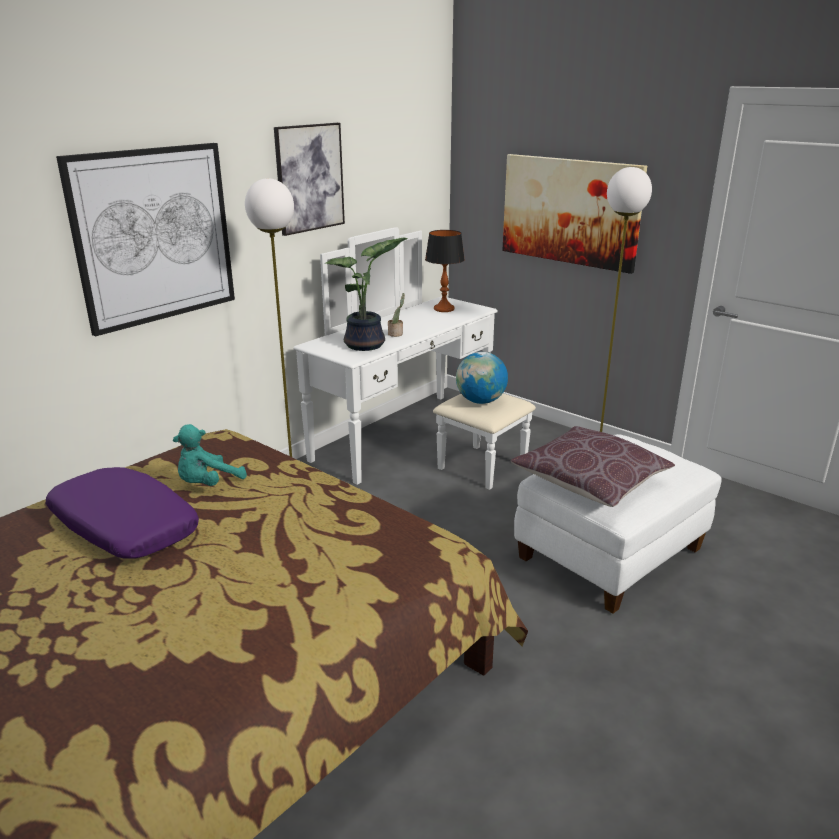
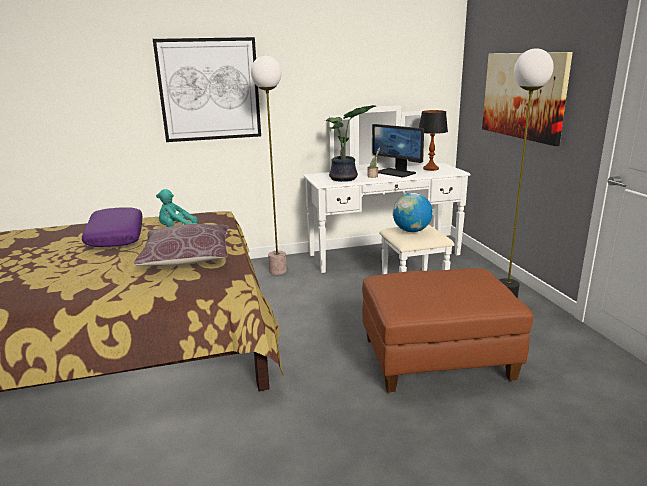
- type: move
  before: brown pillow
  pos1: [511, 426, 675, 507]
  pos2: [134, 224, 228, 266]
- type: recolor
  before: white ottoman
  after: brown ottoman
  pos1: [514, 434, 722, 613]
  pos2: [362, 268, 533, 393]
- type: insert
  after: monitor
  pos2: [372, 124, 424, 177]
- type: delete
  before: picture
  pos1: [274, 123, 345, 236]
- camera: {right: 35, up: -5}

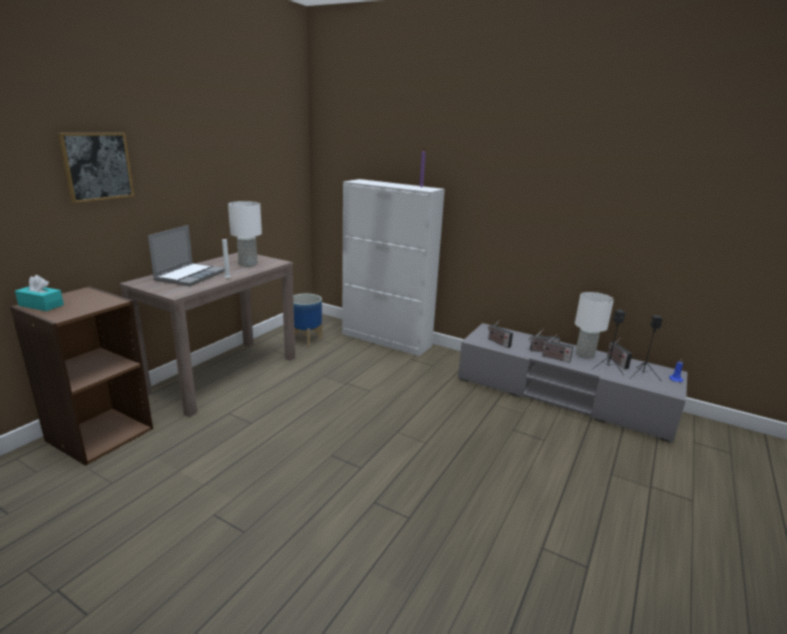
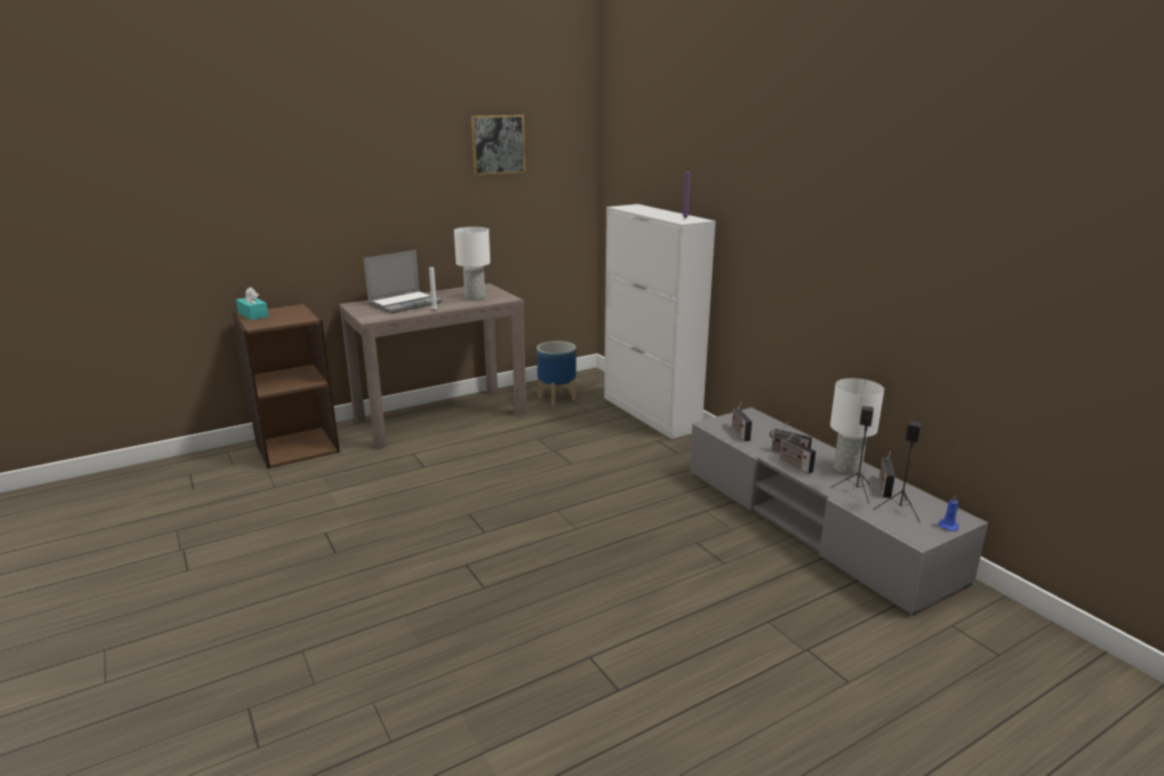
- type: move
  before: picture
  pos1: [58, 133, 134, 203]
  pos2: [471, 115, 526, 176]
- camera: {right: 30, up: 0}

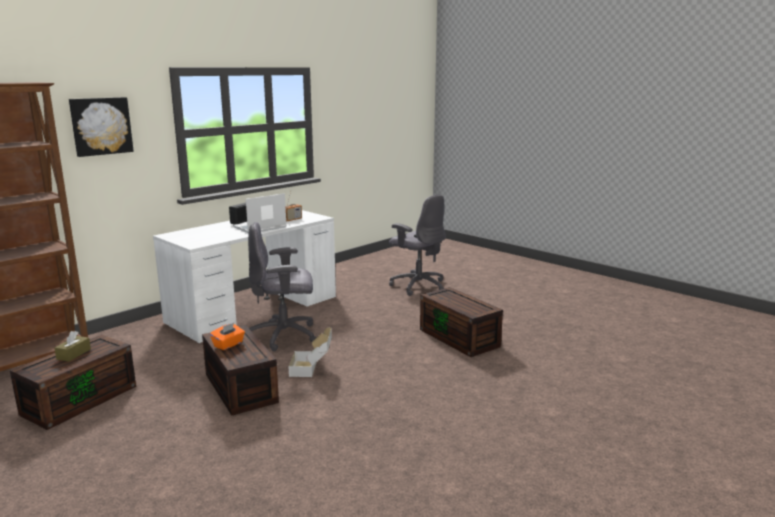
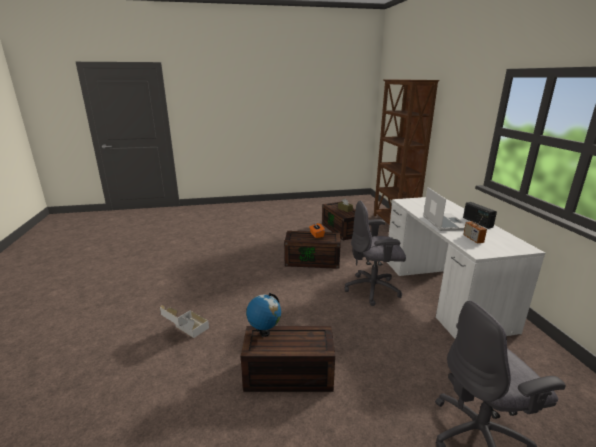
- type: move
  before: cardboard box
  pos1: [288, 327, 332, 377]
  pos2: [160, 305, 209, 338]
- type: insert
  after: globe
  pos2: [246, 293, 281, 337]
- type: rotate
  before: grey office chair
  pos1: [248, 222, 317, 351]
  pos2: [345, 200, 406, 306]
  turn: -120
- type: delete
  before: picture
  pos1: [69, 97, 134, 157]
- camera: {right: 125, up: 5}

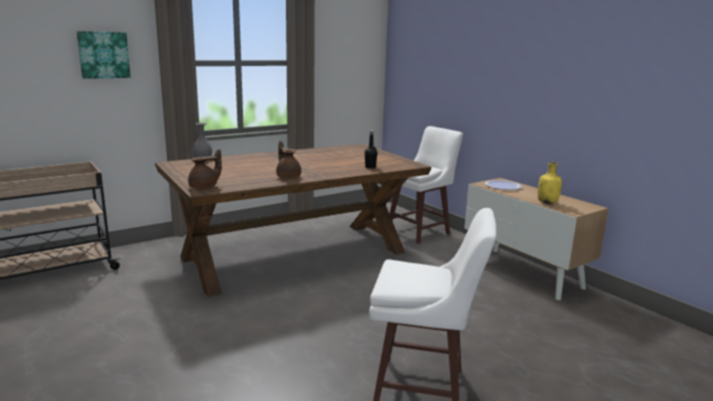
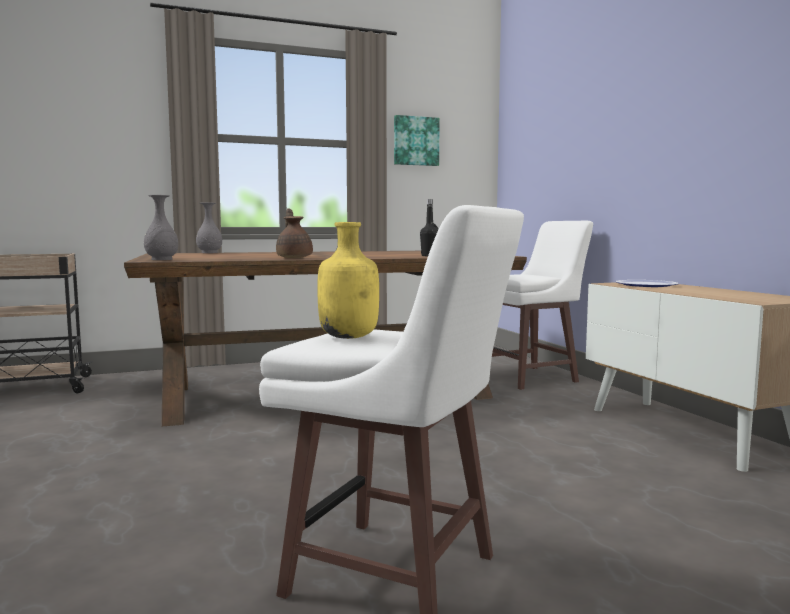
- type: replace
  before: brown teapot
  after: grey vase
  pos1: [188, 149, 222, 189]
  pos2: [144, 195, 178, 260]
- type: move
  before: yellow bottle
  pos1: [538, 163, 562, 204]
  pos2: [317, 222, 379, 339]
- type: move
  before: picture
  pos1: [77, 31, 131, 79]
  pos2: [394, 115, 440, 166]
- camera: {right: 15, up: -10}

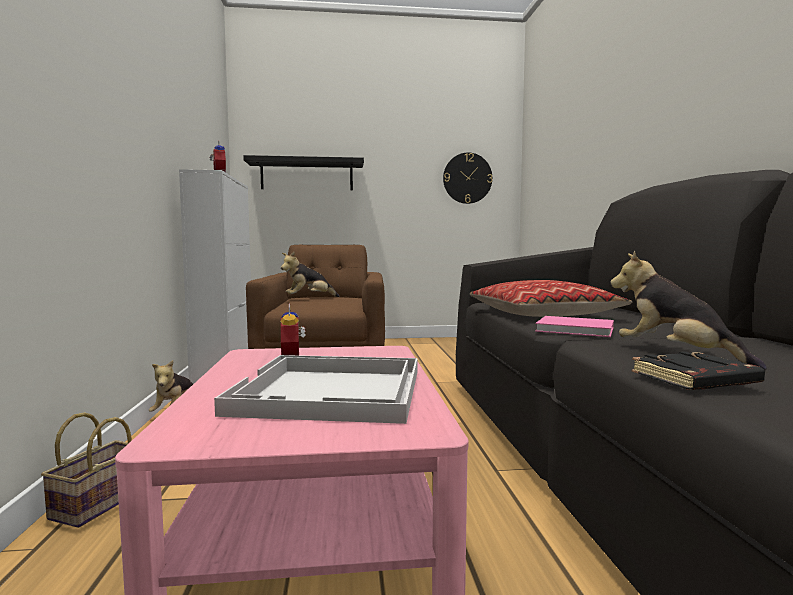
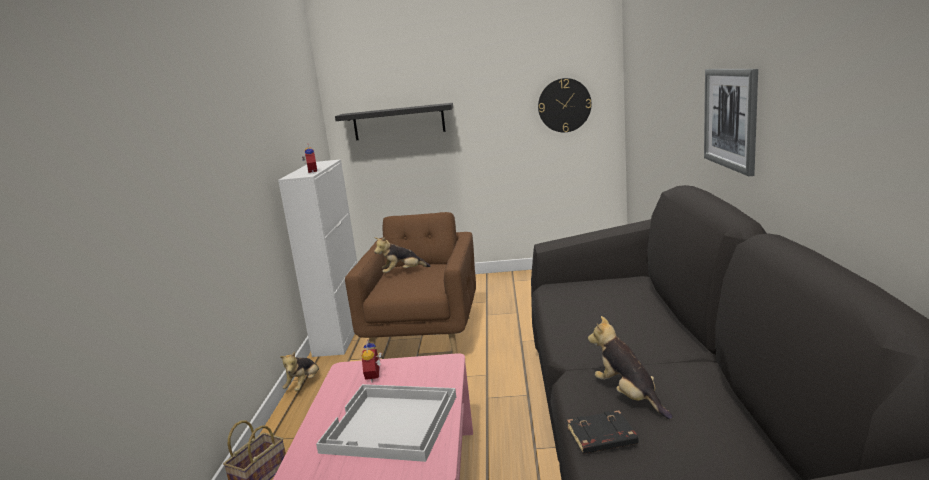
- type: insert
  after: picture
  pos2: [704, 69, 758, 176]
- type: delete
  before: pillow
  pos1: [470, 280, 632, 317]
- type: delete
  before: pink book
  pos1: [535, 316, 614, 337]
- camera: {right: 10, up: 10}

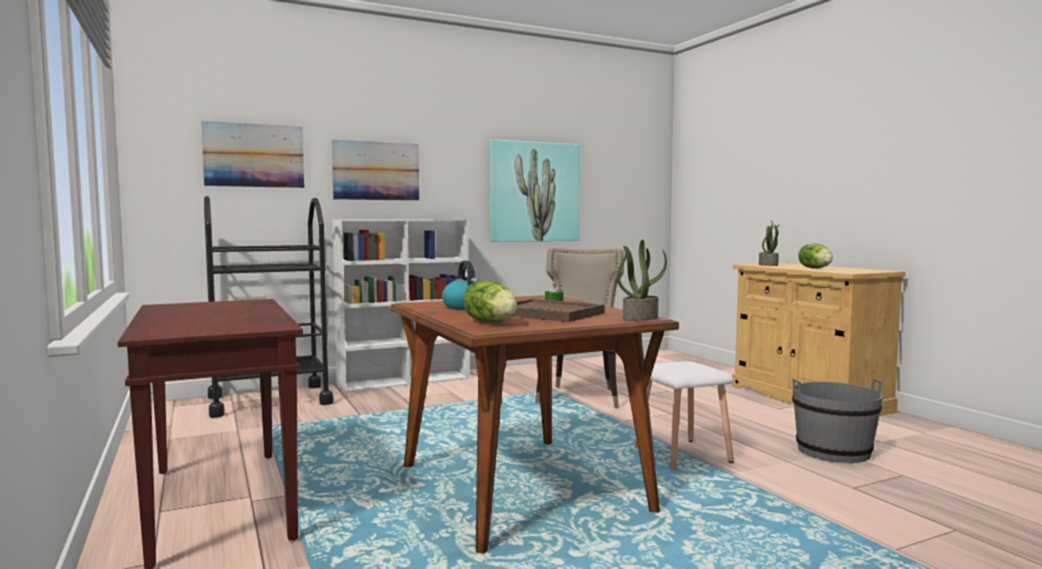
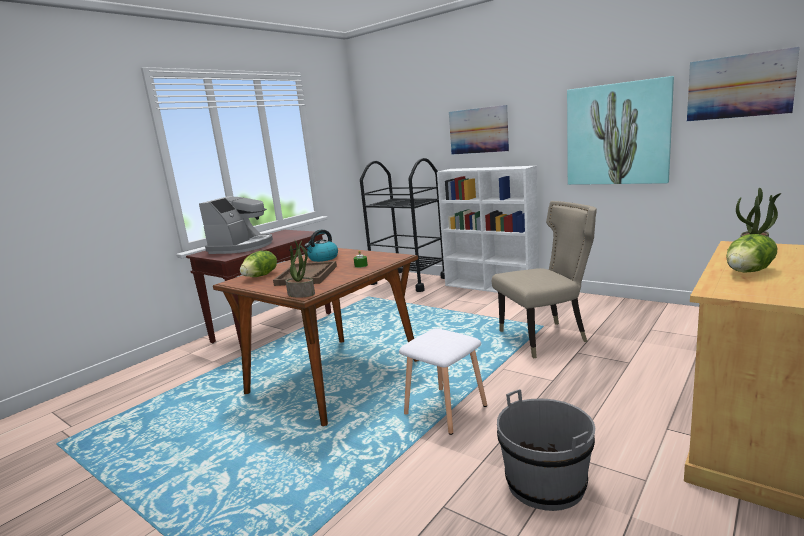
- type: insert
  after: coffee machine
  pos2: [199, 196, 273, 254]
- type: move
  before: picture
  pos1: [201, 121, 304, 188]
  pos2: [687, 47, 800, 121]
- camera: {right: 65, up: 10}

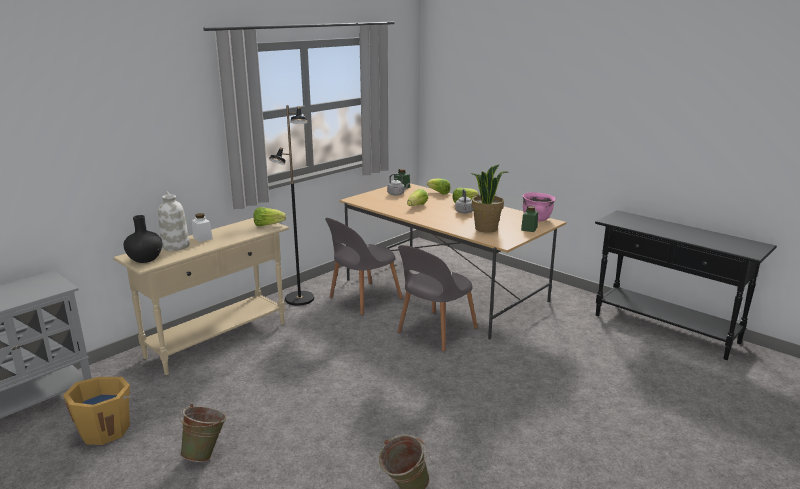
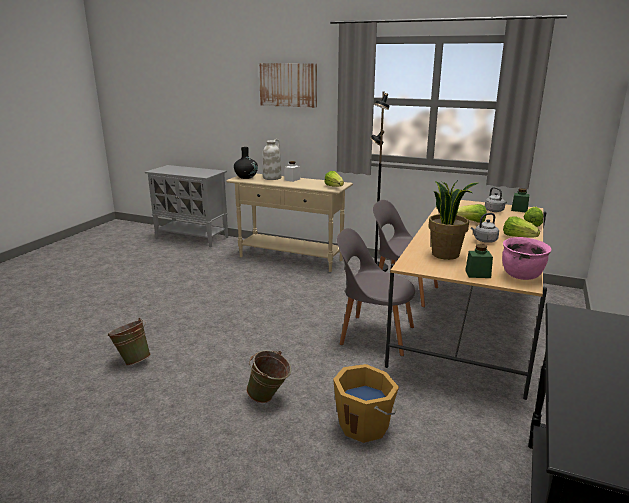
- type: move
  before: green bucket
  pos1: [179, 404, 227, 462]
  pos2: [246, 350, 291, 403]
- type: insert
  after: picture
  pos2: [259, 63, 317, 108]
- type: move
  before: orange bucket
  pos1: [63, 377, 135, 445]
  pos2: [333, 364, 399, 443]
- camera: {right: 70, up: 0}

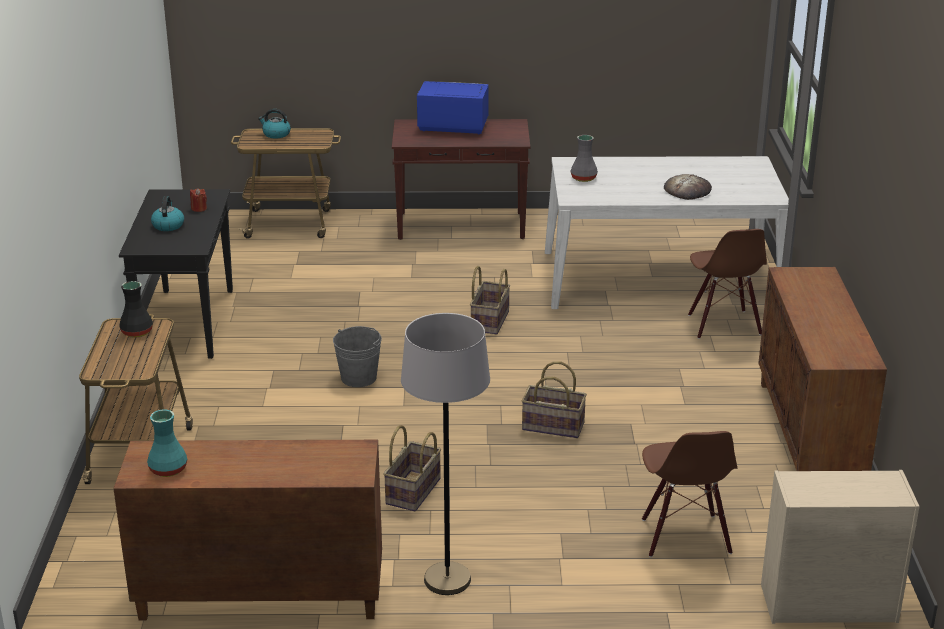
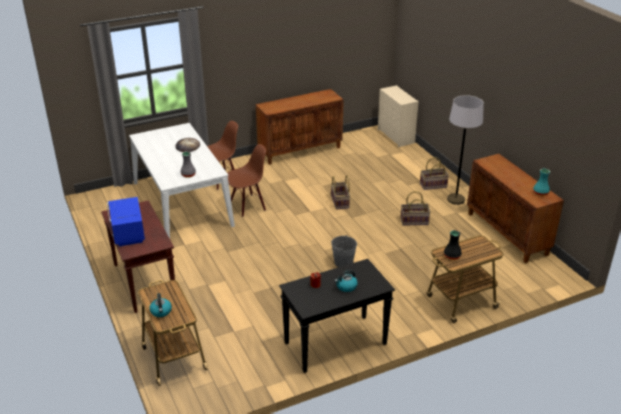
- type: move
  before: brown chair
  pos1: [642, 431, 738, 557]
  pos2: [227, 144, 266, 217]
- type: move
  before: basket
  pos1: [470, 266, 510, 334]
  pos2: [420, 157, 449, 190]
- camera: {right: -115, up: 5}

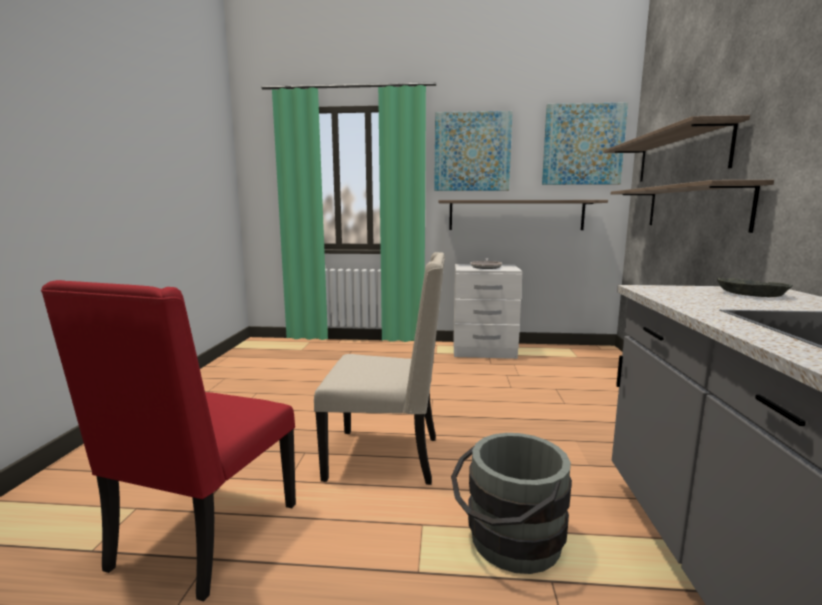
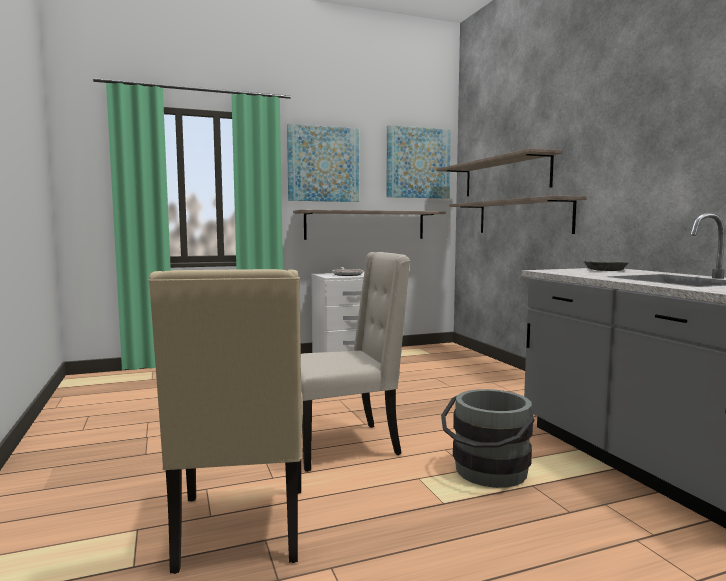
- type: recolor
  before: red chair
  after: beige chair
  pos1: [41, 280, 296, 601]
  pos2: [148, 269, 303, 574]
- camera: {right: -25, up: -5}

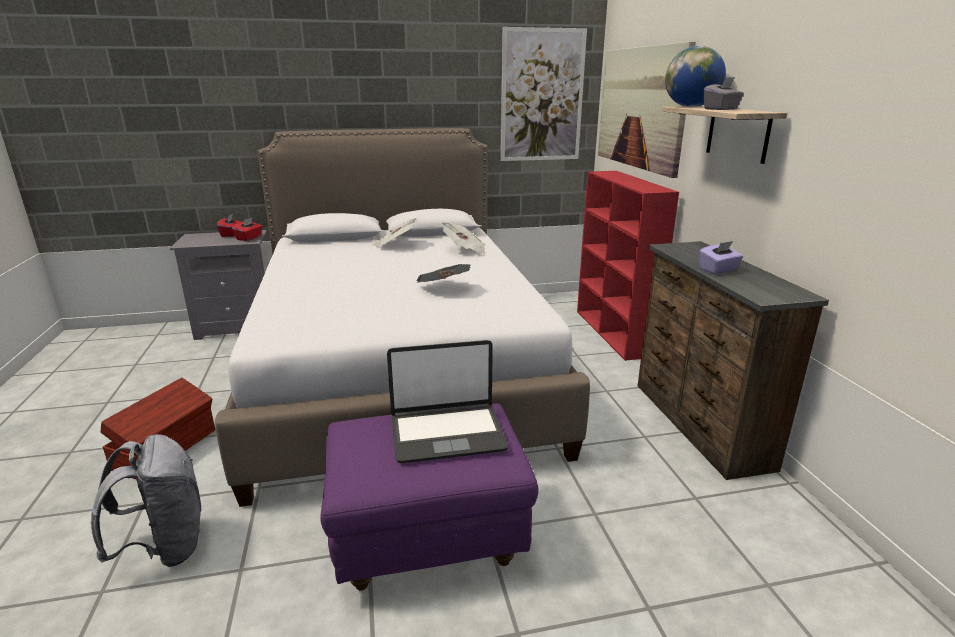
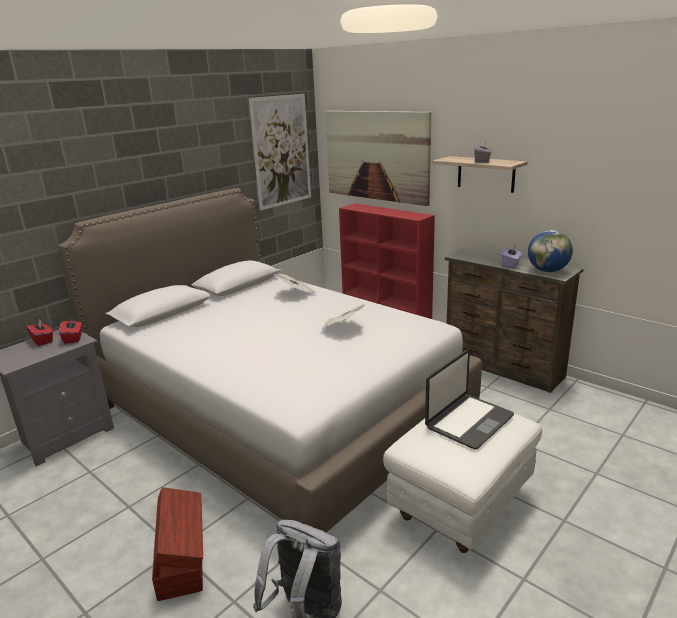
- type: recolor
  before: purple ottoman
  after: white ottoman
  pos1: [320, 404, 539, 591]
  pos2: [383, 414, 542, 553]
- type: move
  before: globe
  pos1: [665, 46, 726, 107]
  pos2: [528, 230, 573, 272]
- type: delete
  before: newspaper
  pos1: [372, 218, 417, 248]
- camera: {right: -35, up: 0}

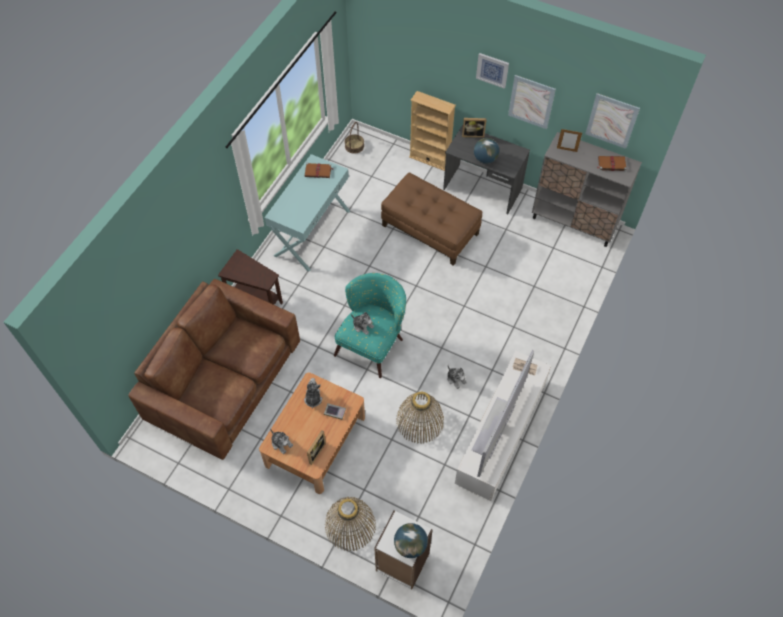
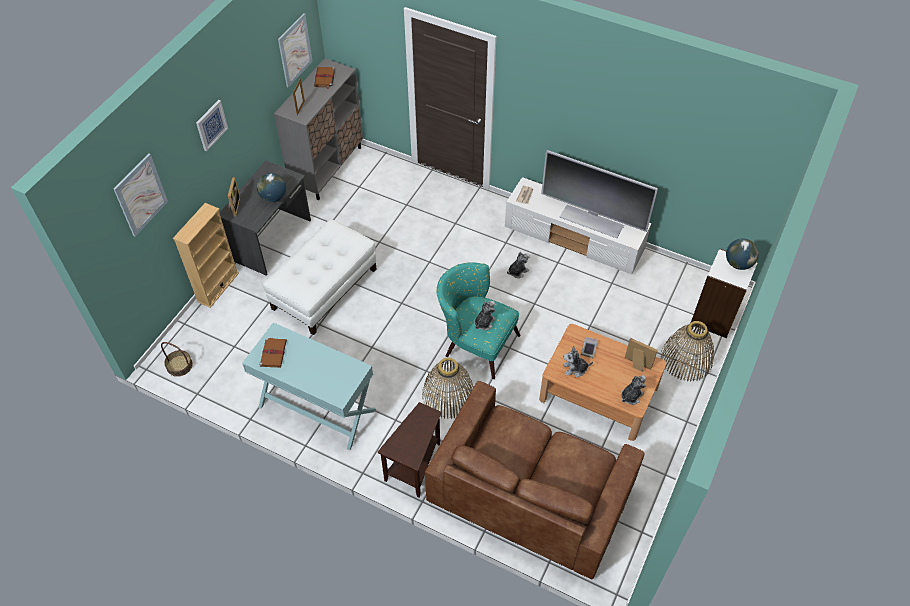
- type: move
  before: picture
  pos1: [508, 75, 556, 129]
  pos2: [114, 153, 168, 237]
- type: recolor
  before: brown ottoman
  after: white ottoman
  pos1: [381, 173, 482, 266]
  pos2: [263, 219, 377, 335]
- type: move
  before: basket
  pos1: [396, 392, 444, 444]
  pos2: [422, 357, 474, 419]
- camera: {right: -90, up: -5}

